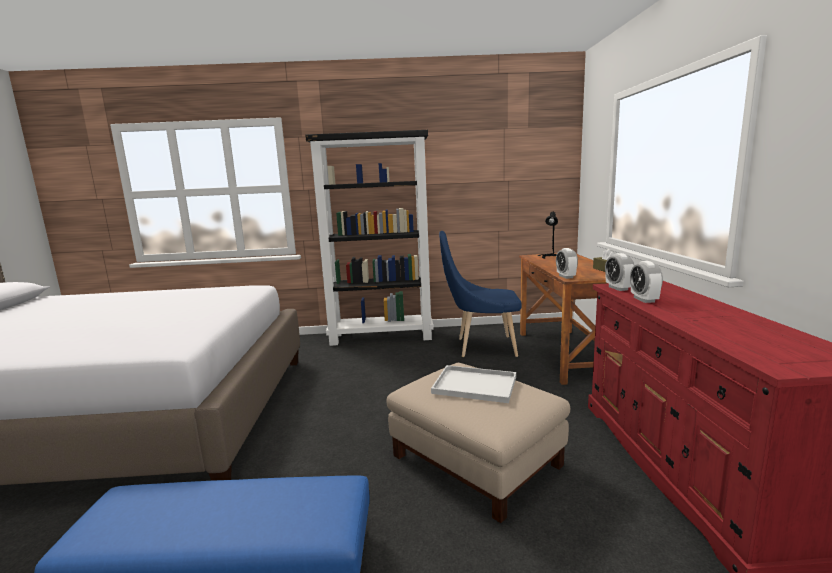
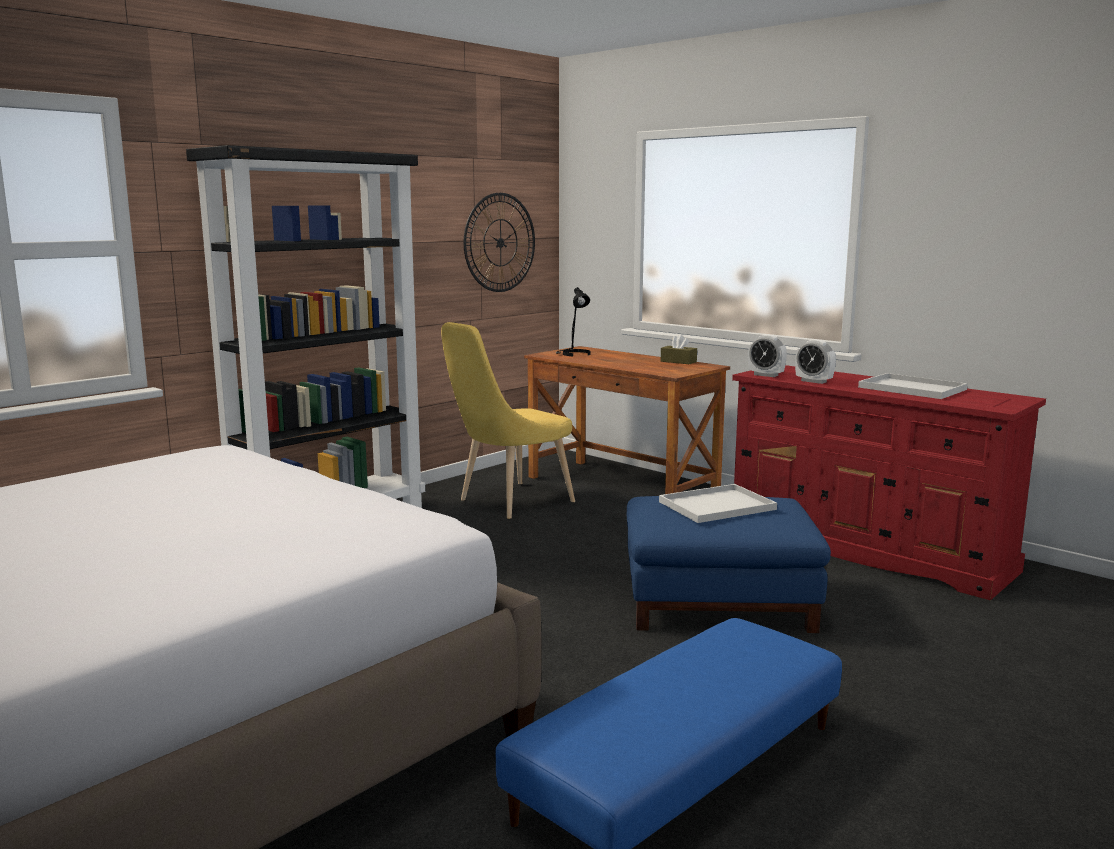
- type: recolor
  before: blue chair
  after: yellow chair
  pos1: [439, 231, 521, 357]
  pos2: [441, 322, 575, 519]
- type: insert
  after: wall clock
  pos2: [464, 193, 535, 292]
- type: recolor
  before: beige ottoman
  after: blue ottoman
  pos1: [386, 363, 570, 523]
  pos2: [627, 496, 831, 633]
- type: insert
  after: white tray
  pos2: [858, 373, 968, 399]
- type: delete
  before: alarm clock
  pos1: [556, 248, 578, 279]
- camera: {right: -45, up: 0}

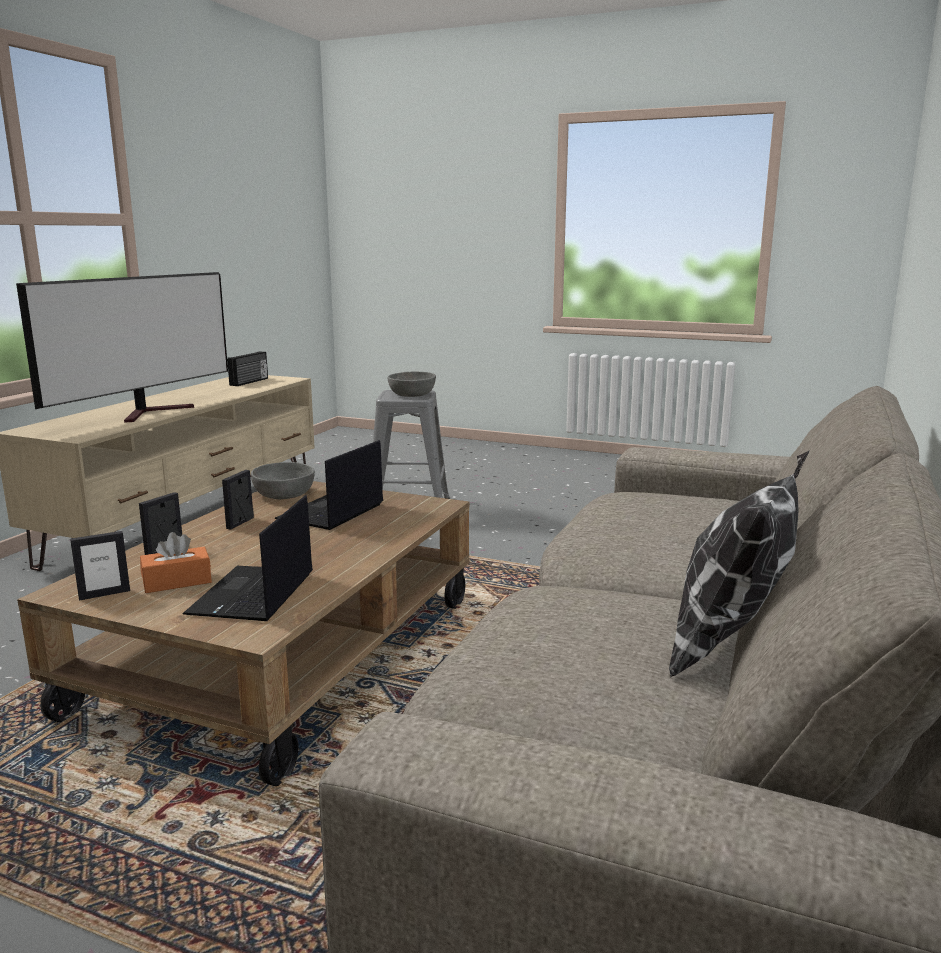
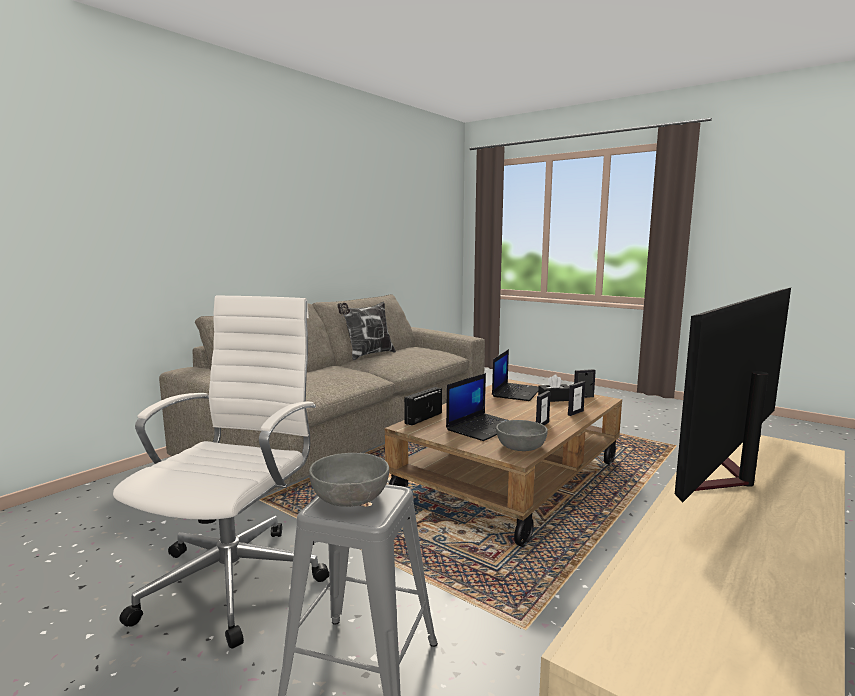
- type: insert
  after: white office chair
  pos2: [113, 295, 329, 649]
- type: move
  before: radio
  pos1: [227, 351, 268, 386]
  pos2: [404, 387, 442, 426]
- type: recolor
  before: orange tissue box
  after: black tissue box
  pos1: [140, 532, 212, 593]
  pos2: [538, 374, 569, 402]
- camera: {right: -165, up: -5}

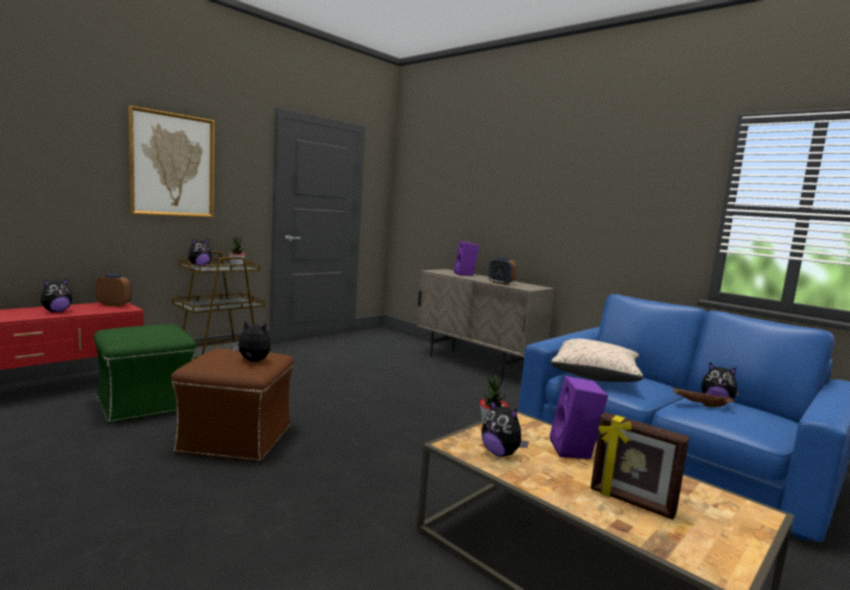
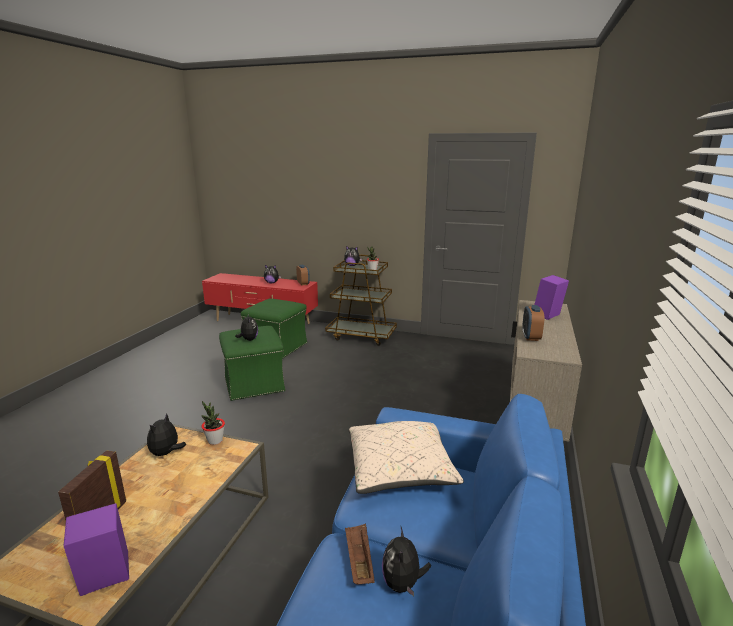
- type: move
  before: purple speaker
  pos1: [550, 376, 608, 459]
  pos2: [64, 503, 129, 596]
- type: recolor
  before: brown ottoman
  after: green ottoman
  pos1: [171, 348, 293, 462]
  pos2: [219, 326, 286, 401]
- type: delete
  before: picture
  pos1: [128, 106, 214, 217]
- camera: {right: 65, up: 10}

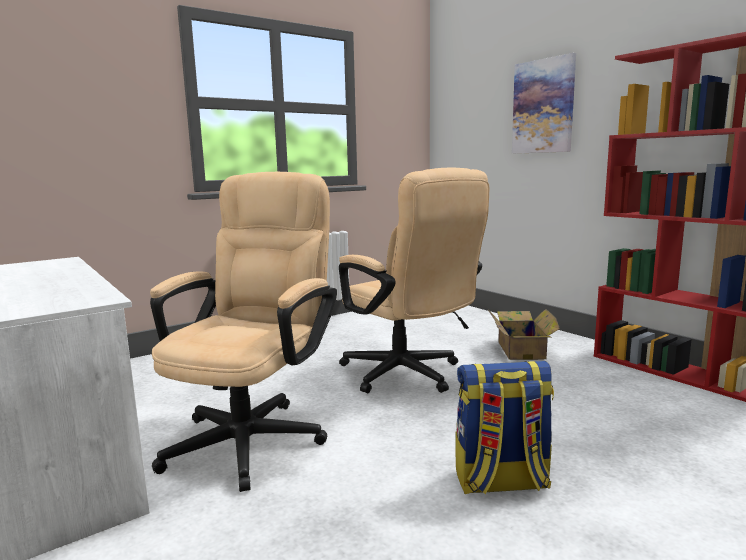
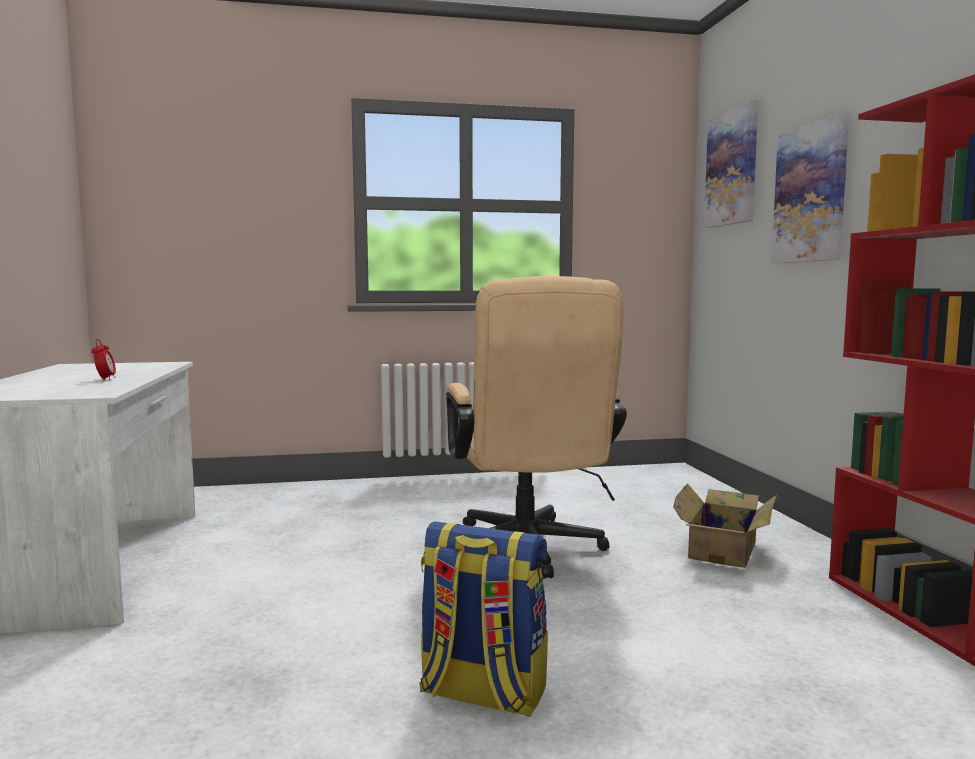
- type: insert
  after: alarm clock
  pos2: [92, 339, 116, 380]
- type: insert
  after: picture
  pos2: [704, 100, 758, 228]
- type: delete
  before: beige office chair
  pos1: [150, 172, 337, 492]
- camera: {right: 25, up: -5}

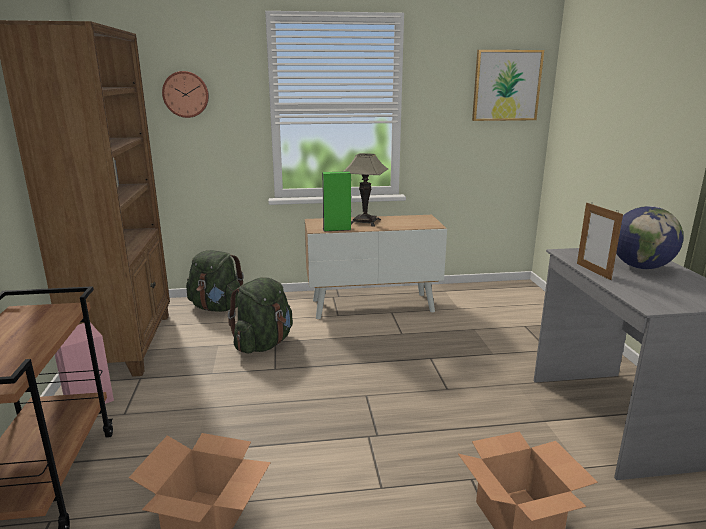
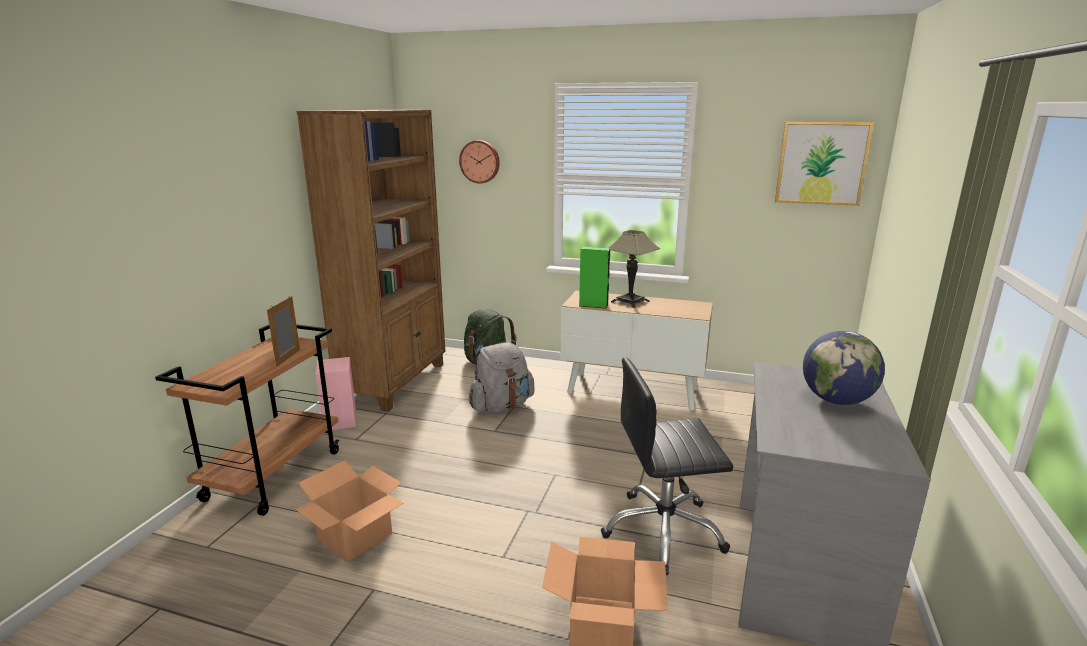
- type: move
  before: picture frame
  pos1: [577, 203, 623, 280]
  pos2: [267, 296, 300, 367]
- type: recolor
  before: green backpack
  after: grey backpack
  pos1: [228, 277, 293, 354]
  pos2: [469, 342, 535, 413]
- type: insert
  after: black office chair
  pos2: [601, 358, 733, 575]
- camera: {right: 25, up: 0}

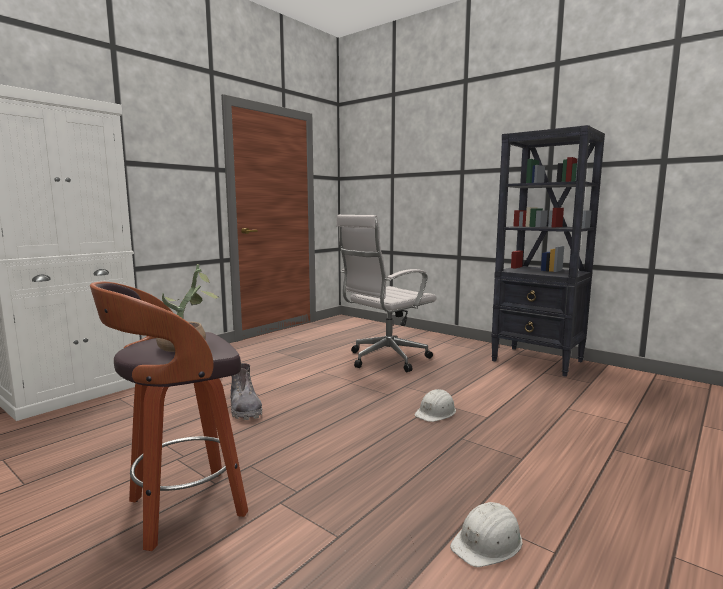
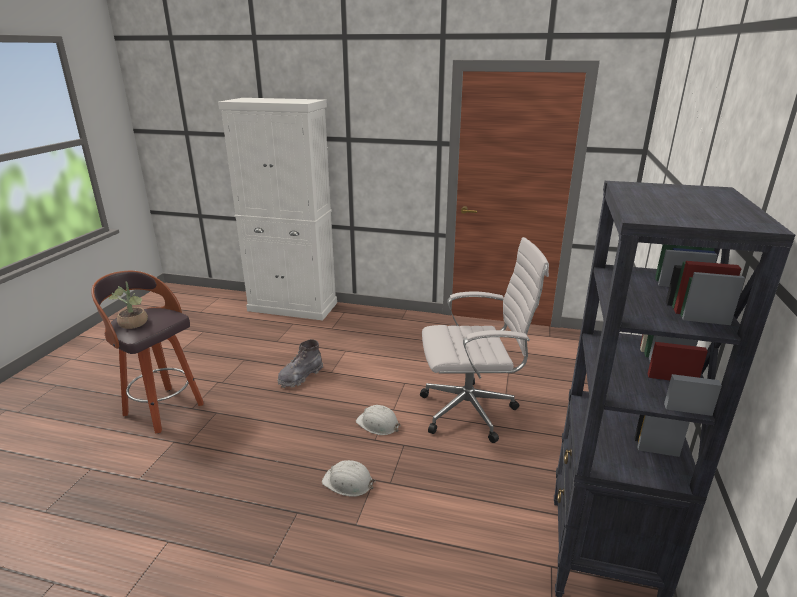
- type: move
  before: white hard hat
  pos1: [450, 502, 523, 567]
  pos2: [356, 405, 401, 435]
- type: rotate
  before: white office chair
  pos1: [336, 215, 437, 372]
  pos2: [420, 237, 549, 443]
  turn: 150
- camera: {right: 65, up: 15}

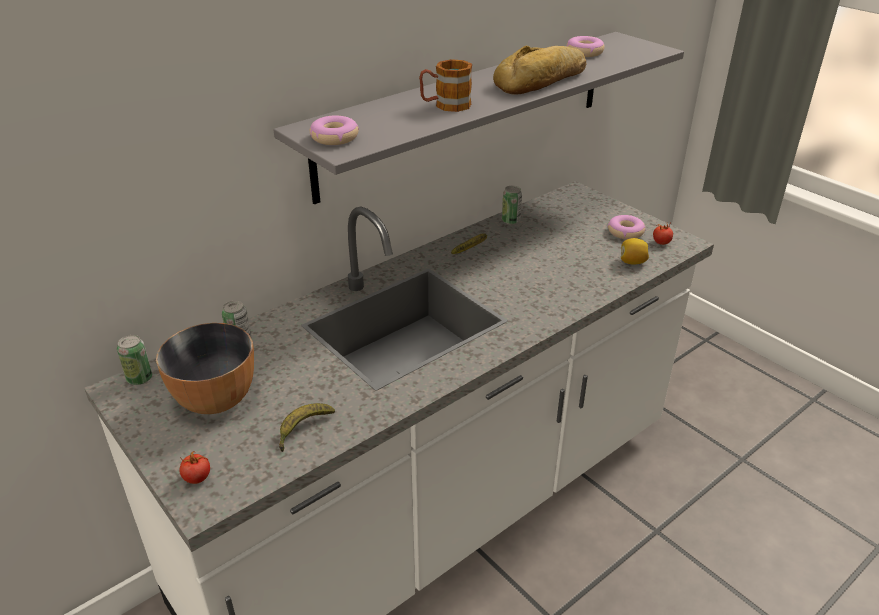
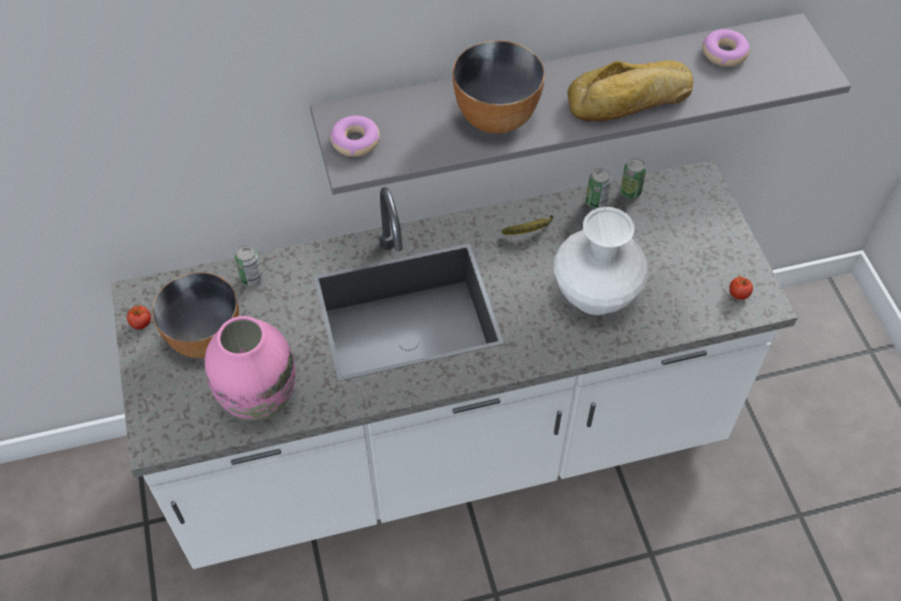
- type: move
  before: tomato
  pos1: [179, 451, 210, 484]
  pos2: [127, 304, 151, 329]
- type: replace
  before: banana
  after: pink vase
  pos1: [279, 403, 335, 452]
  pos2: [205, 316, 296, 421]
- type: replace
  before: mug
  after: bowl
  pos1: [419, 59, 472, 112]
  pos2: [452, 40, 545, 134]
- type: insert
  after: white vase
  pos2: [554, 207, 648, 315]
- type: move
  before: can
  pos1: [117, 335, 152, 385]
  pos2: [620, 158, 646, 199]
- type: delete
  before: donut
  pos1: [607, 215, 646, 239]
- type: delete
  before: lemon
  pos1: [621, 238, 649, 264]
- camera: {right: 25, up: 20}

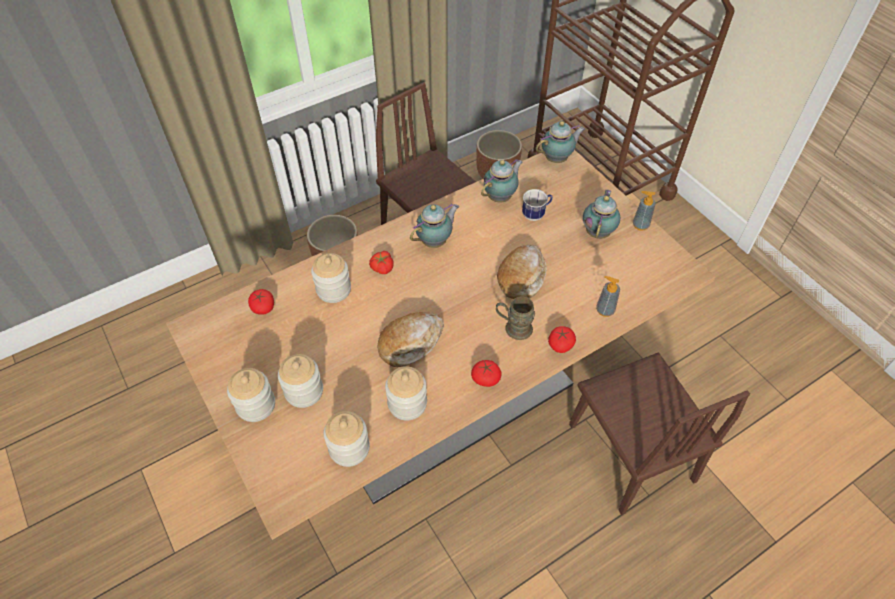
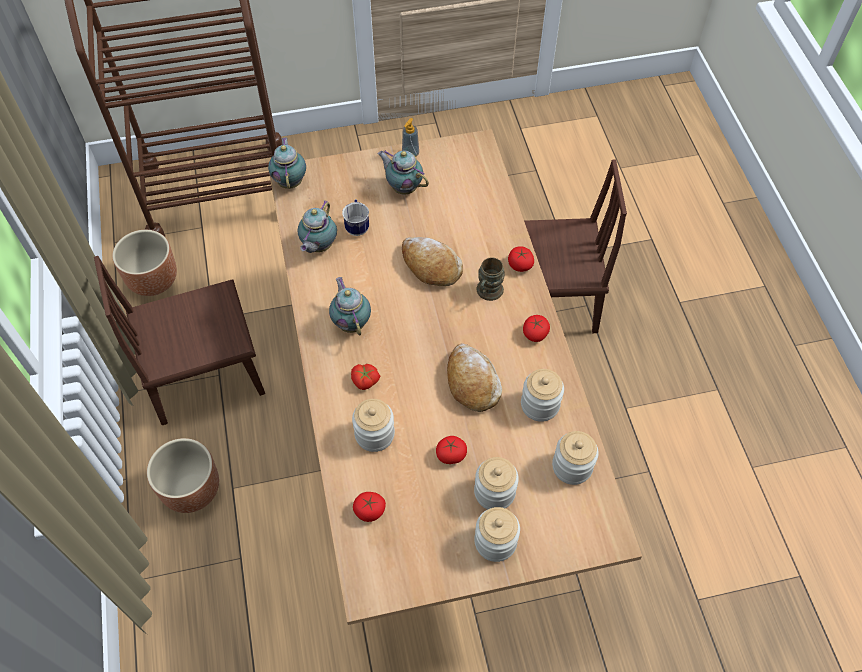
- type: rotate
  before: teapot
  pos1: [481, 159, 523, 203]
  pos2: [298, 200, 337, 253]
  turn: -135
- type: insert
  after: tomato
  pos2: [436, 436, 467, 464]
- type: delete
  before: soap dispenser
  pos1: [596, 276, 620, 317]
- camera: {right: -70, up: 5}

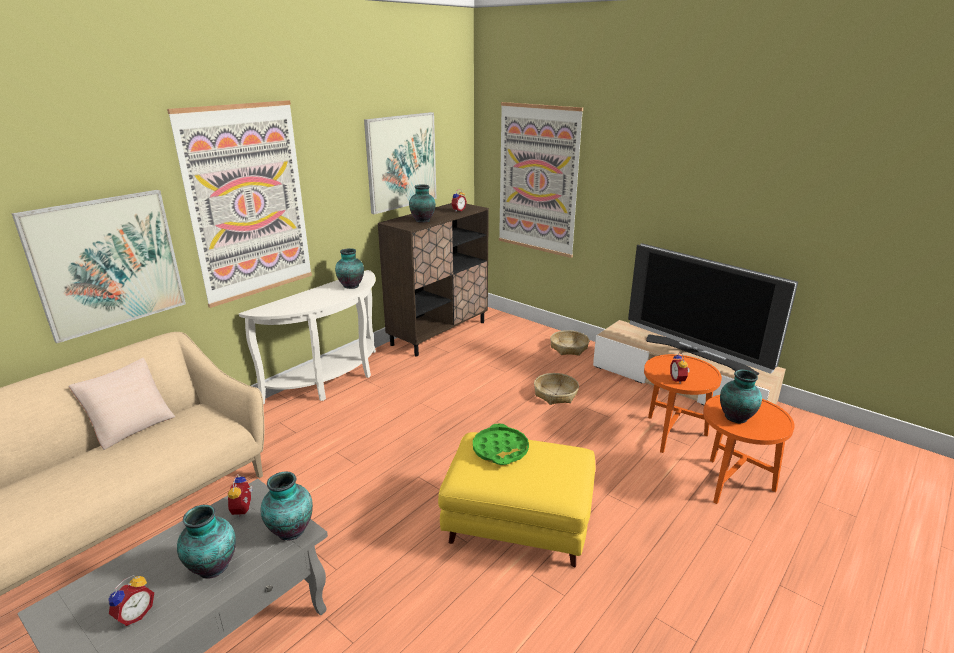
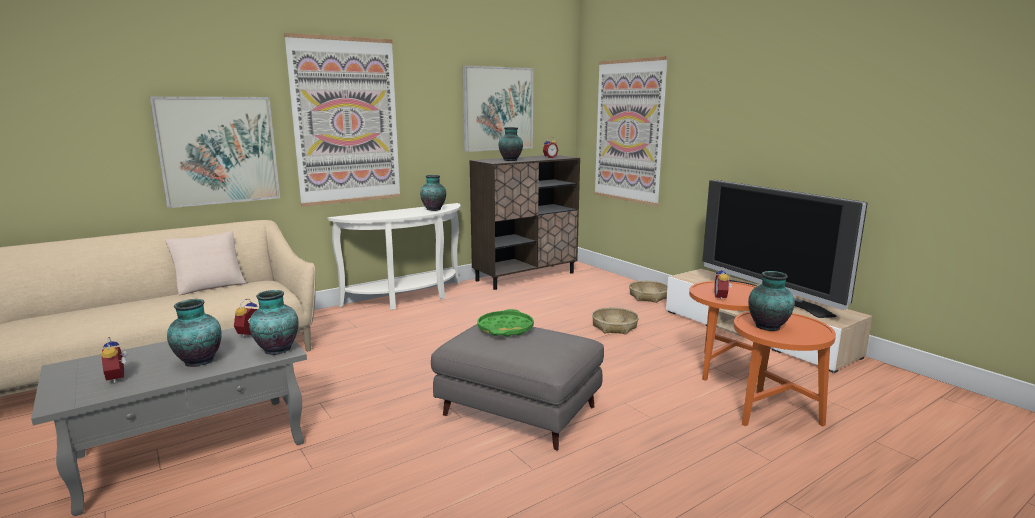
- type: rotate
  before: alarm clock
  pos1: [108, 575, 154, 626]
  pos2: [101, 337, 127, 383]
  turn: 105
- type: recolor
  before: yellow ottoman
  after: grey ottoman
  pos1: [438, 432, 595, 567]
  pos2: [431, 324, 604, 451]
- camera: {right: 15, up: -10}

